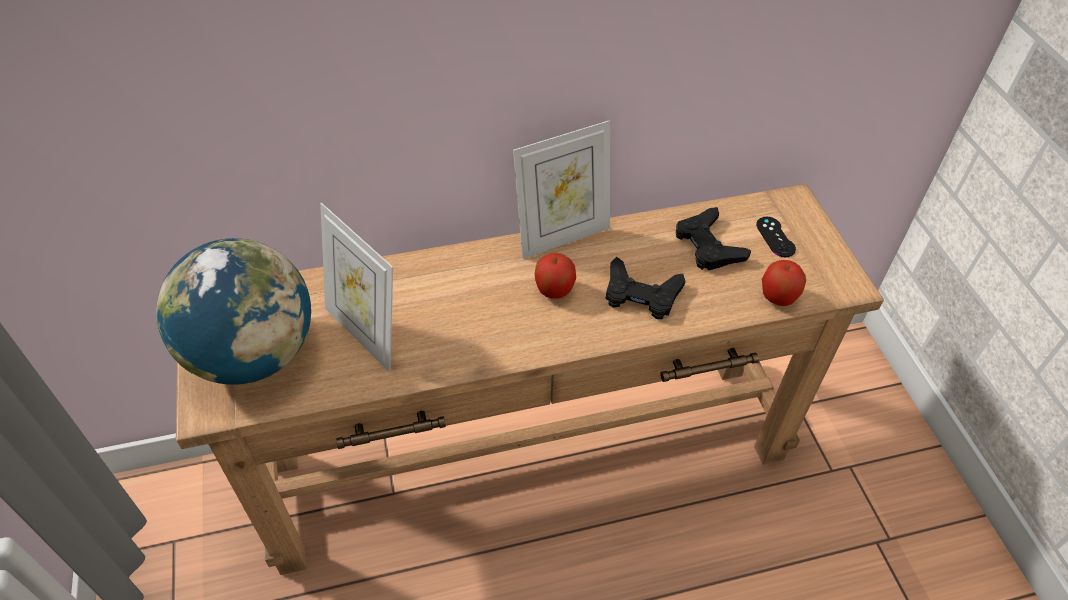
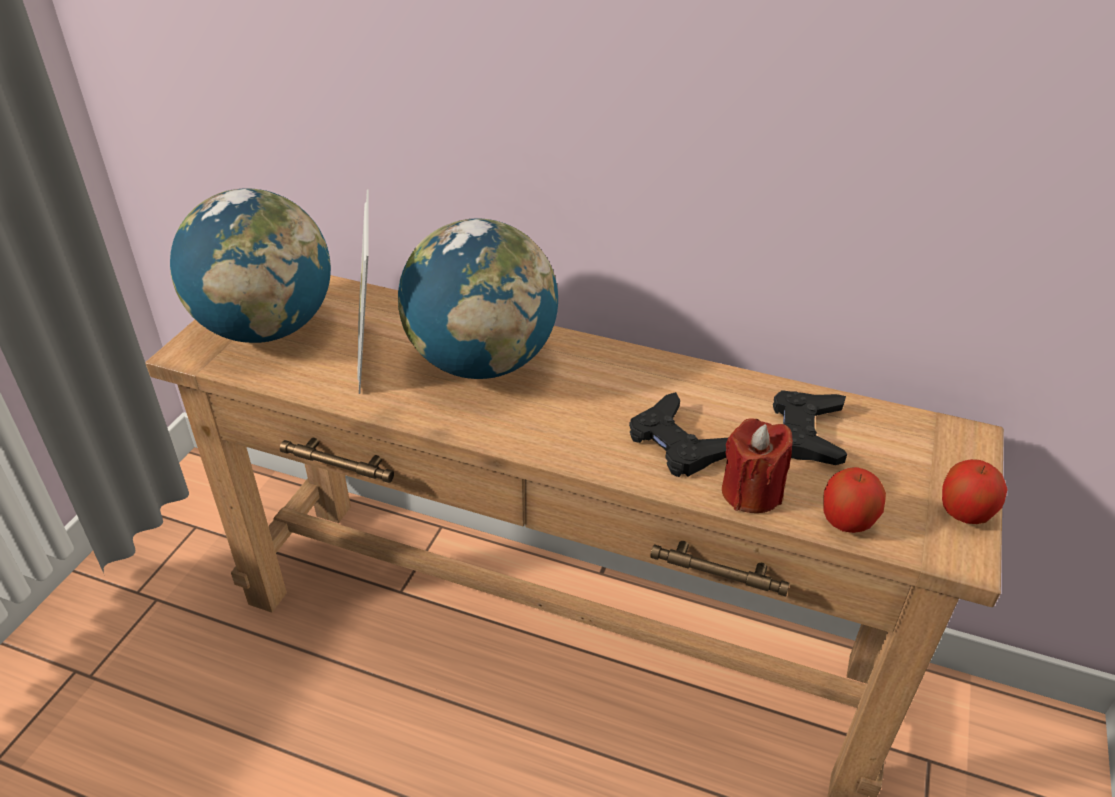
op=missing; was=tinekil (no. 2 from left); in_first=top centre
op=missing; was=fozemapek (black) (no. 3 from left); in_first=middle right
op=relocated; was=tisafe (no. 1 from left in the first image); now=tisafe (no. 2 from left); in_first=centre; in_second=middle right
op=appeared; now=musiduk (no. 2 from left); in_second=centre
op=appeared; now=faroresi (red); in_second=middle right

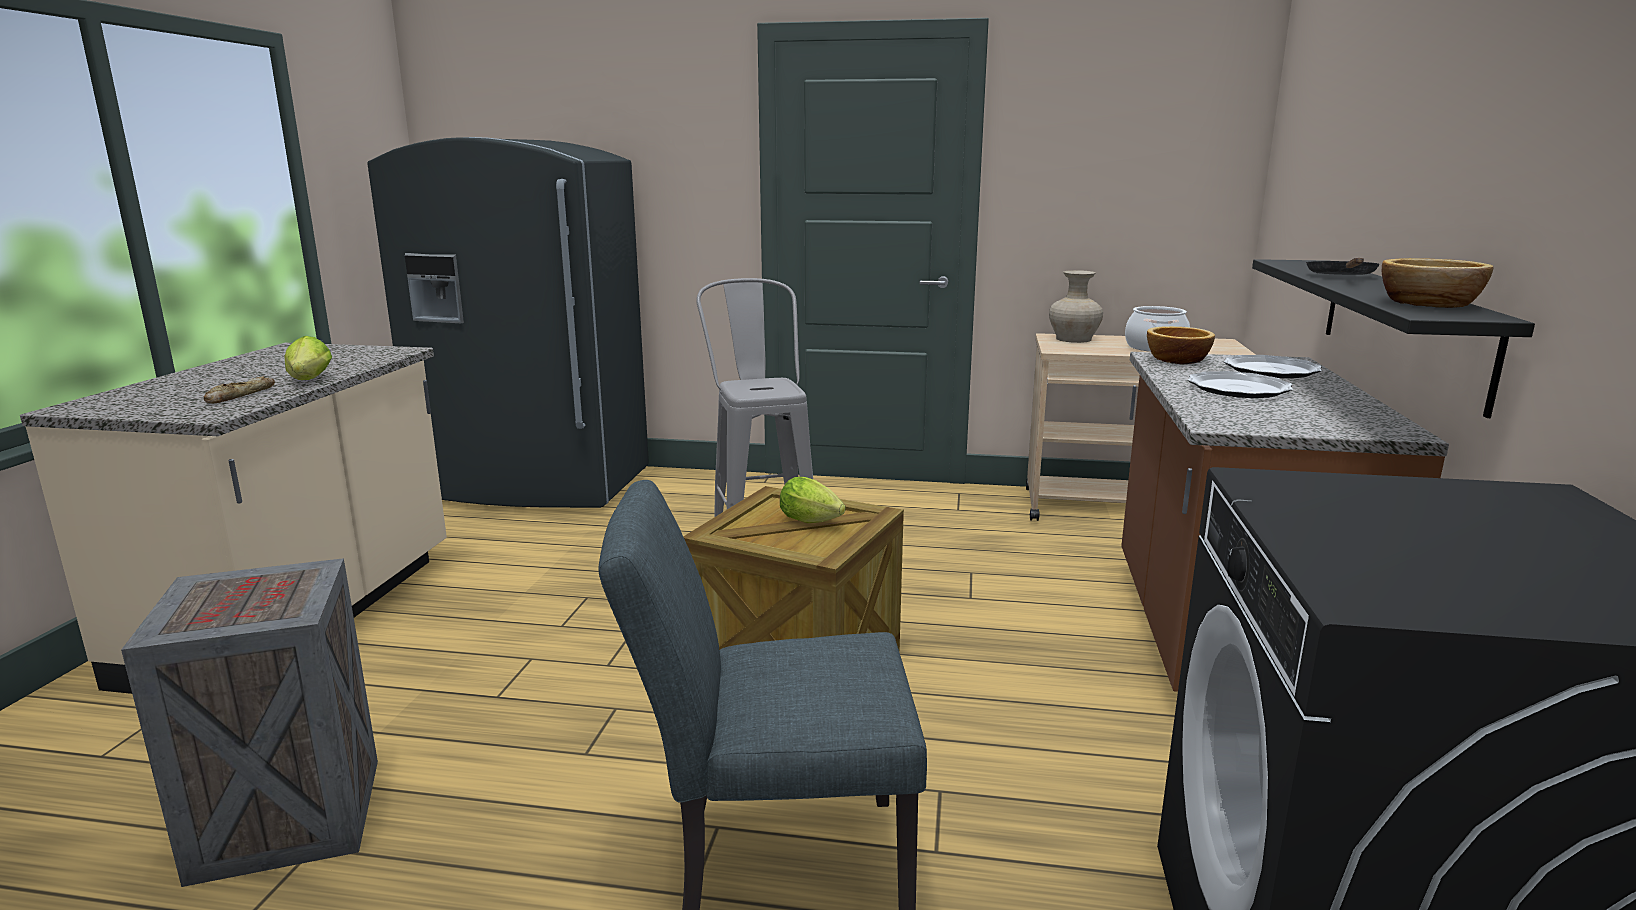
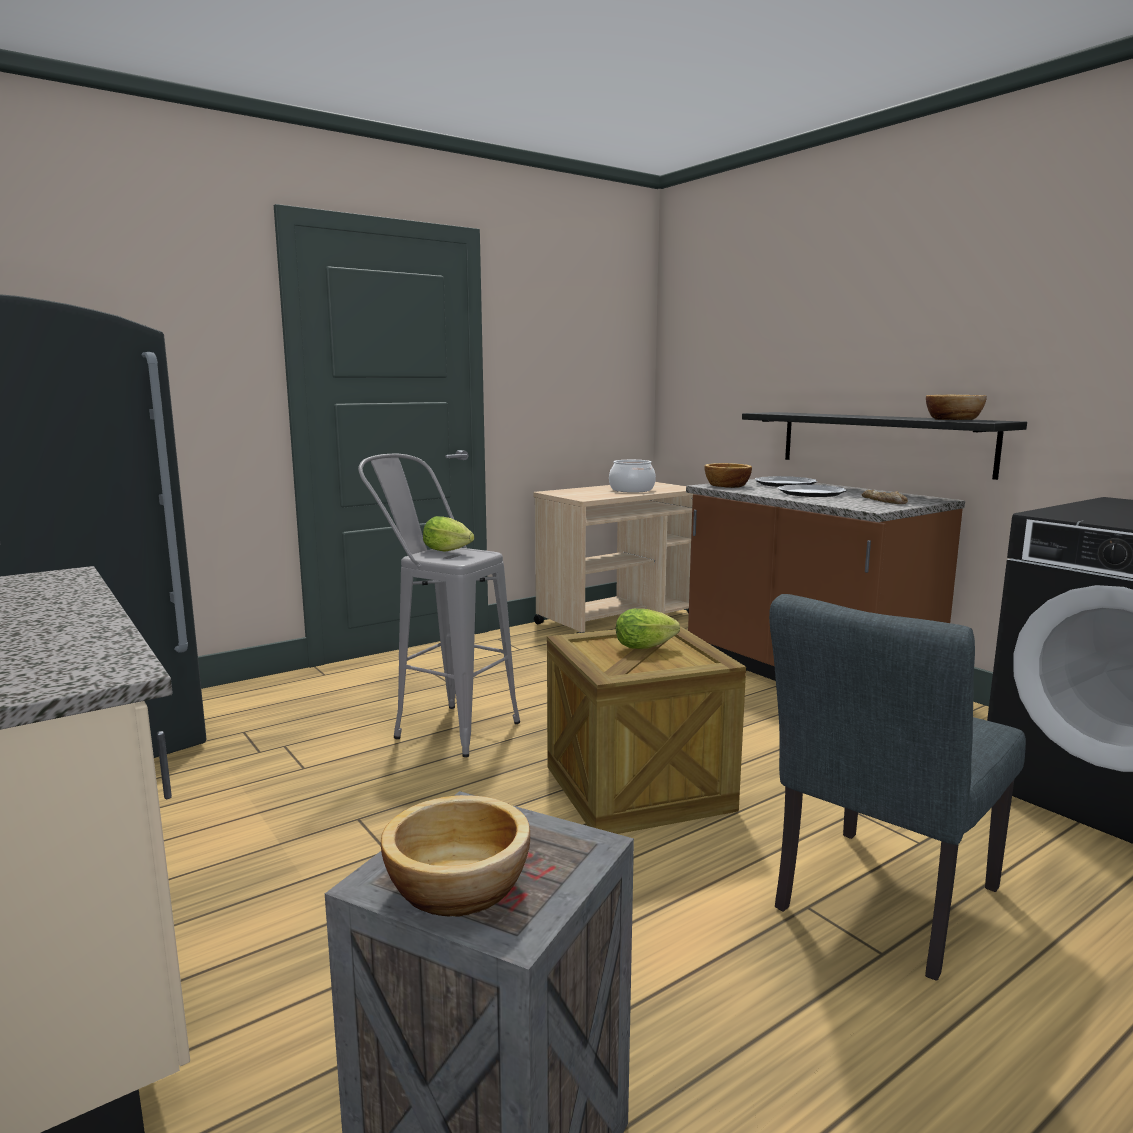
op=missing; was=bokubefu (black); in_first=top right
op=missing; was=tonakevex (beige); in_first=centre
op=relocated; was=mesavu (no. 1 from left); in_first=middle left; in_second=centre
op=relocated; was=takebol; in_first=middle left; in_second=middle right
op=appeared; now=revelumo (no. 1 from left); in_second=bottom centre

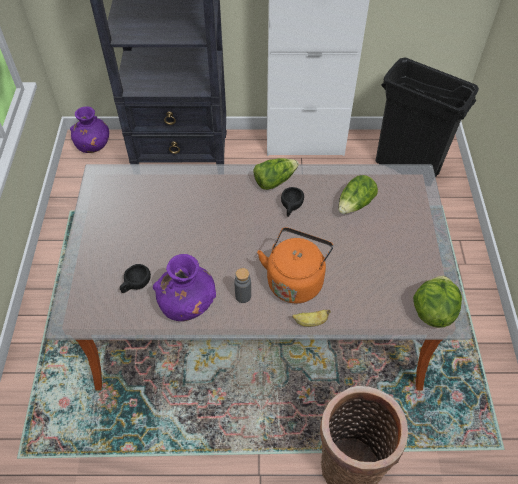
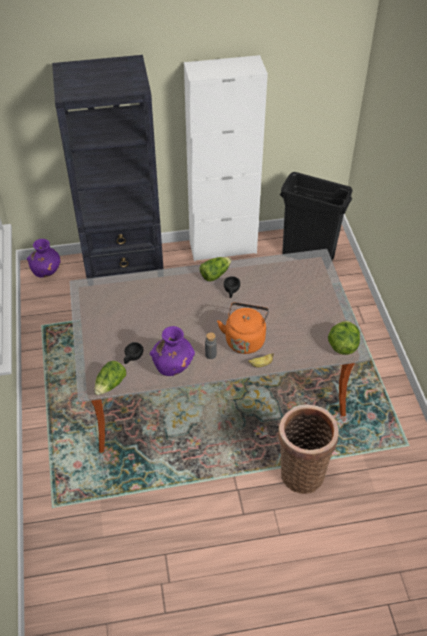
op=relocated; was=mesavu (no. 2 from left in the first image); now=mesavu (no. 1 from left); in_first=middle right; in_second=middle left

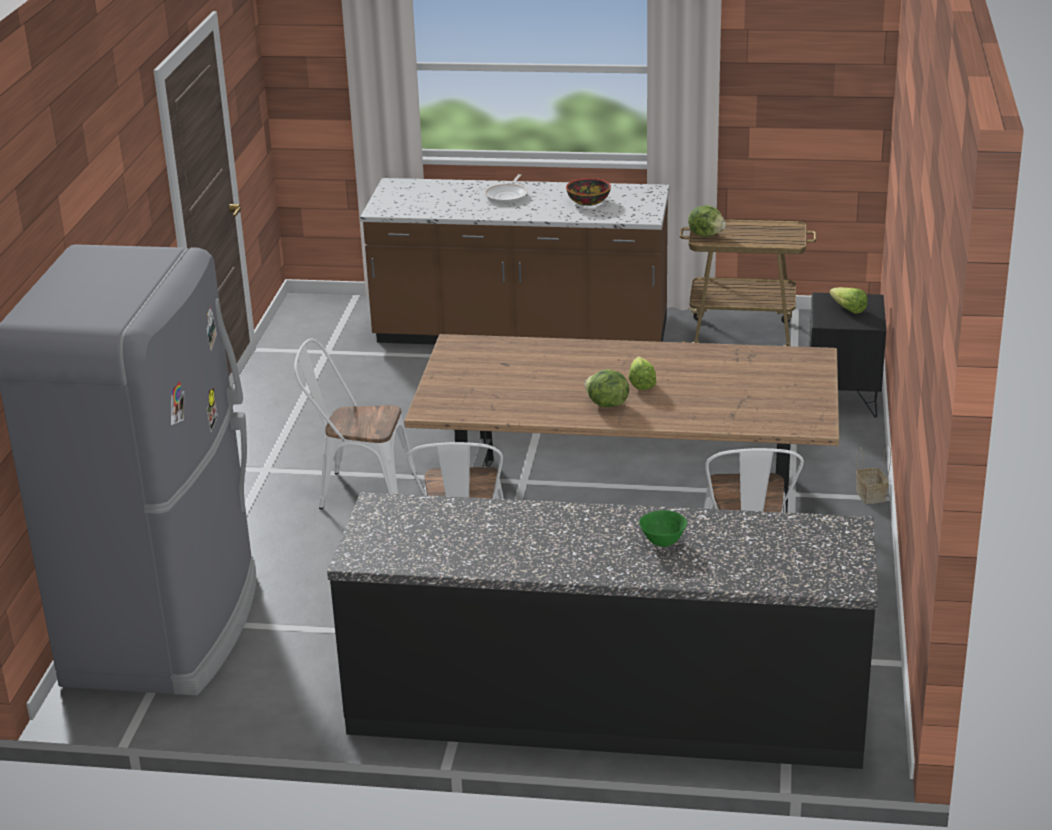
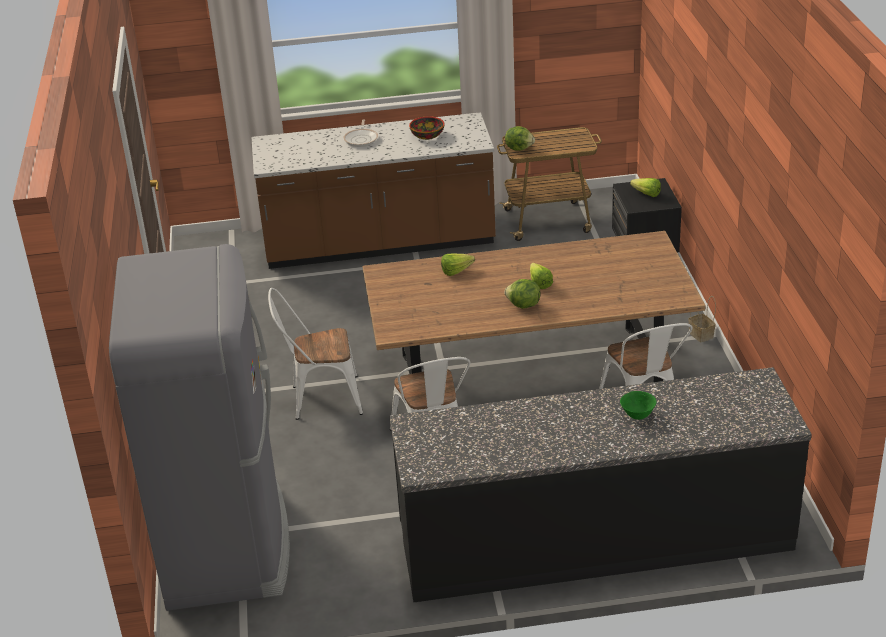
op=appeared; now=mesavu (no. 1 from left); in_second=centre

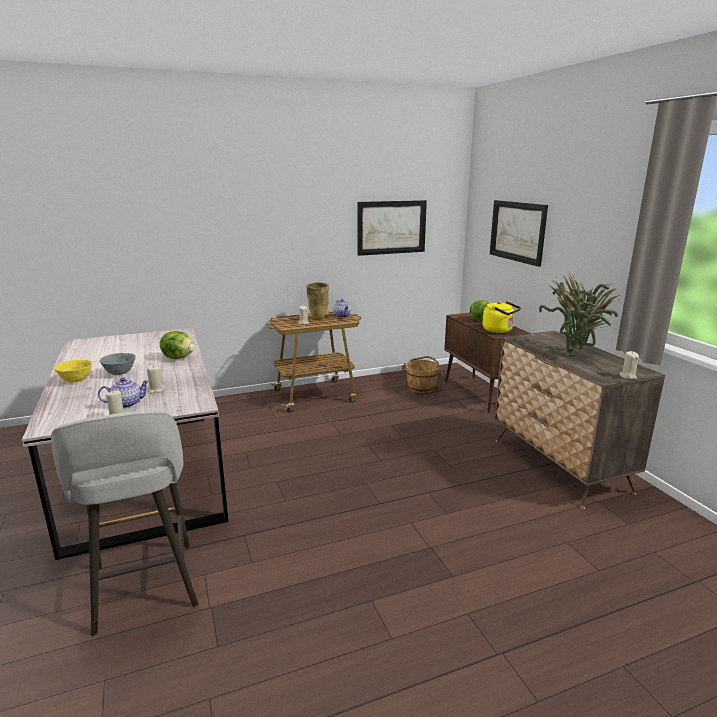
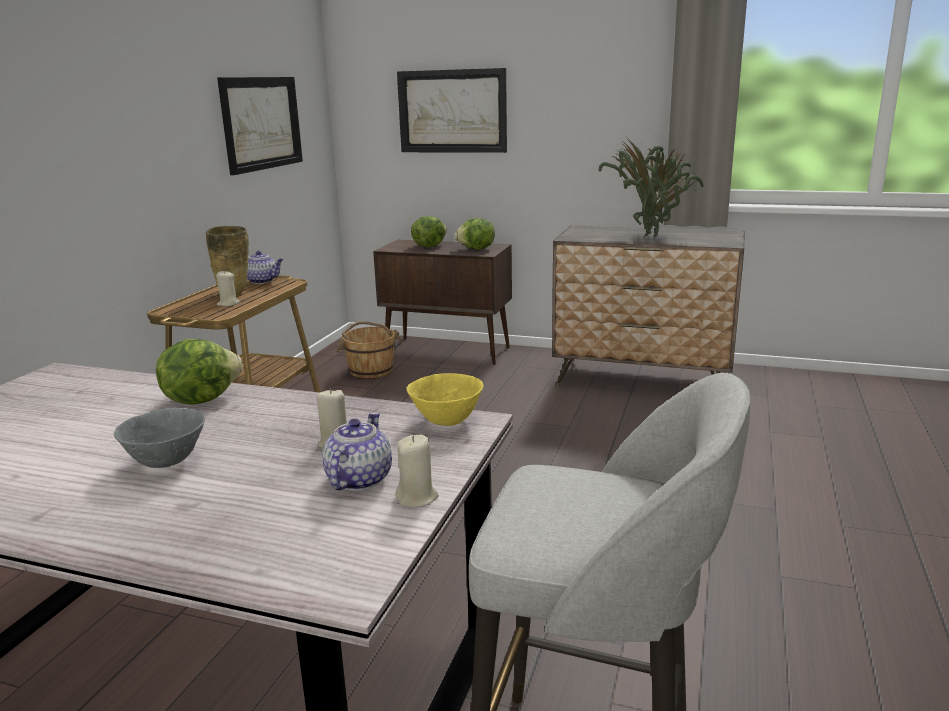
op=exchanged; was=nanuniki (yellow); now=mesavu (no. 3 from left); in_first=middle right; in_second=top centre
op=missing; was=faroresi (beige) (no. 4 from left); in_first=middle right
op=relocated; was=revelumo (yellow); in_first=middle left; in_second=centre

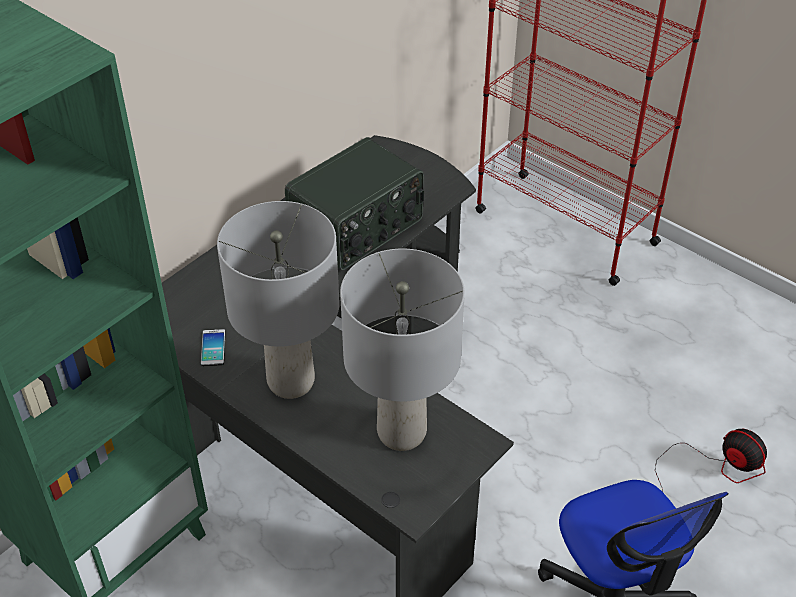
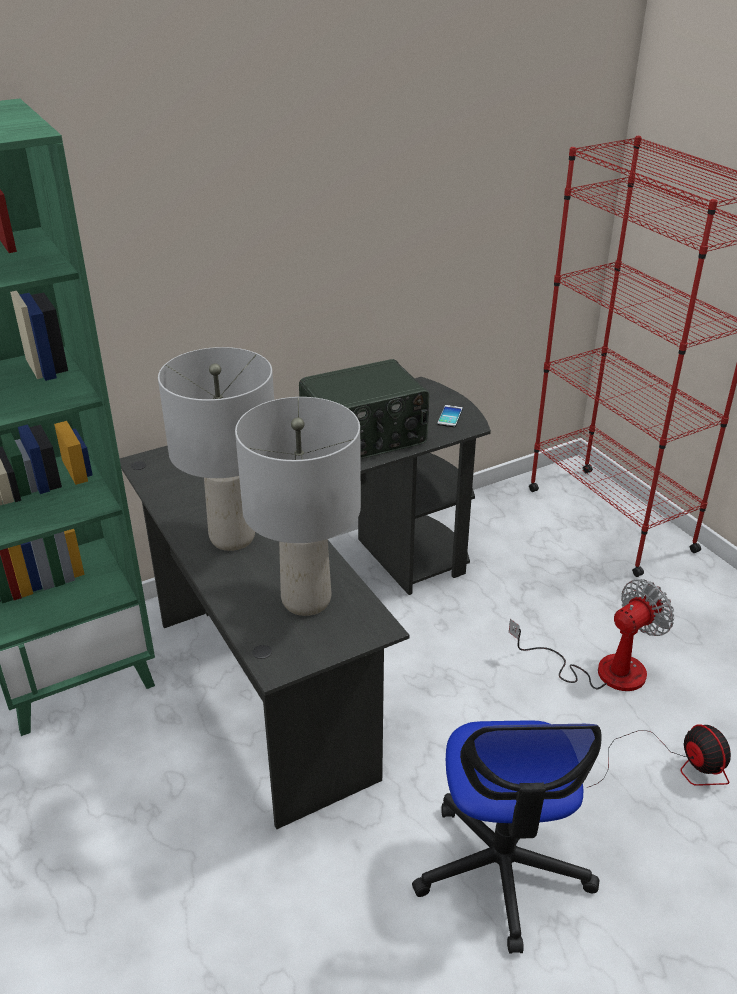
op=relocated; was=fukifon; in_first=middle left; in_second=centre
op=appeared; now=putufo (no. 1 from left); in_second=middle right

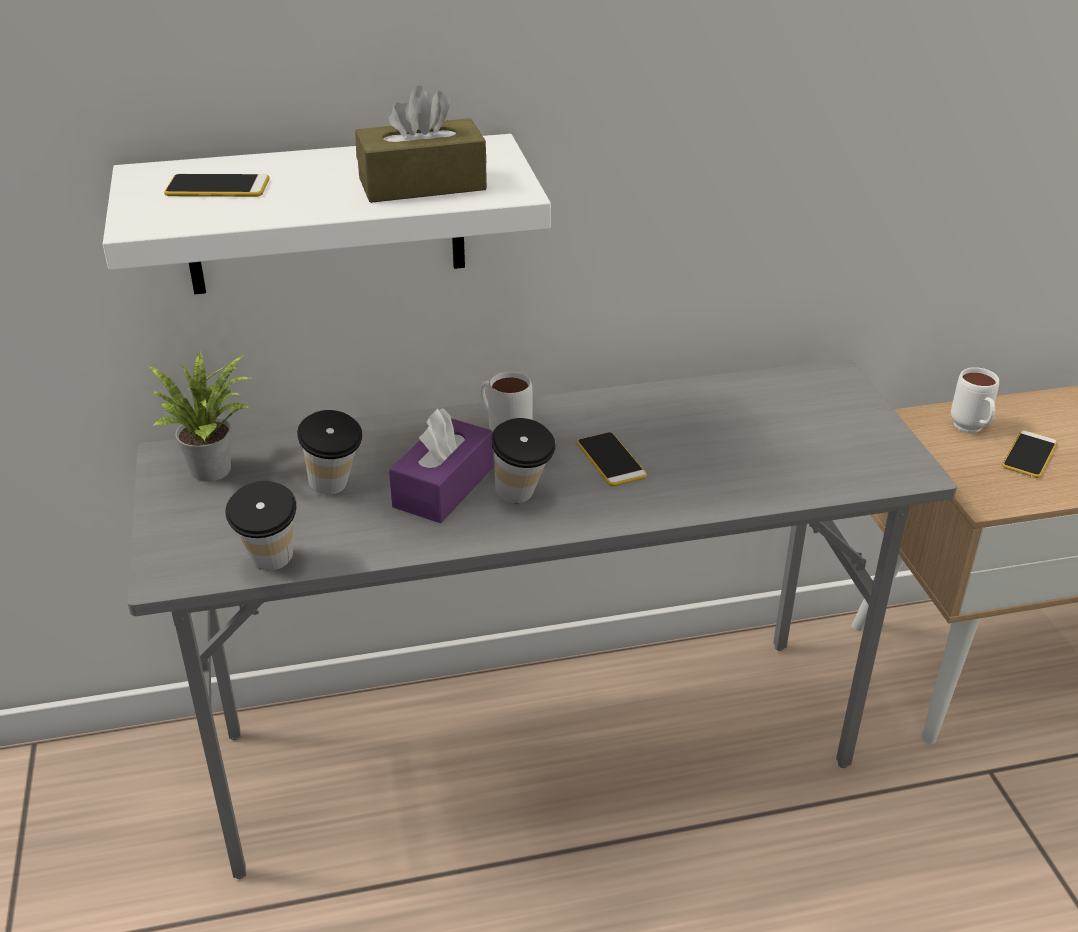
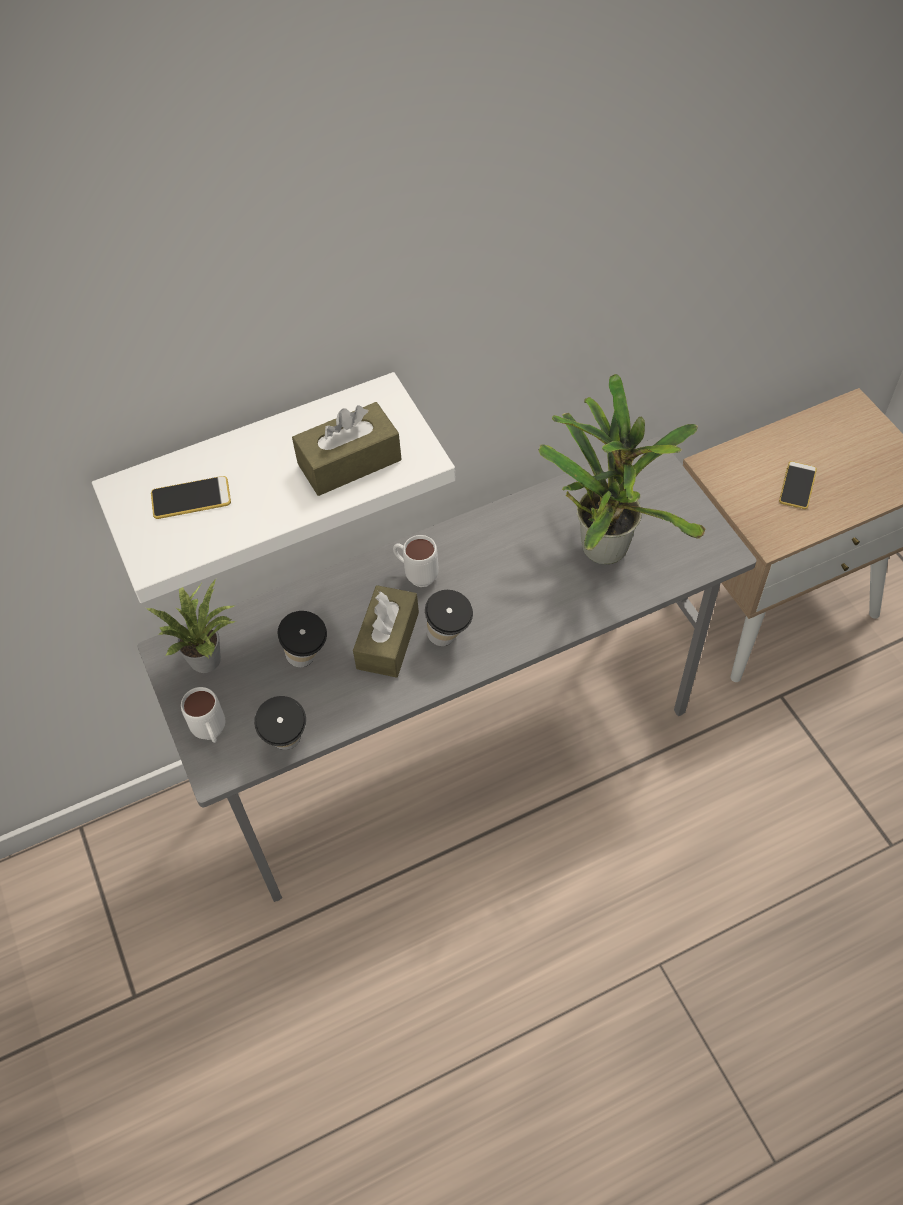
op=relocated; was=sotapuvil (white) (no. 2 from left in the first image); now=sotapuvil (white) (no. 1 from left); in_first=middle right; in_second=middle left
op=colour; was=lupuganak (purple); now=lupuganak (brown) (no. 2 from left); in_first=centre; in_second=centre
op=missing; was=fukifon (no. 2 from left); in_first=centre
op=appeared; now=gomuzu (no. 2 from left); in_second=middle right

